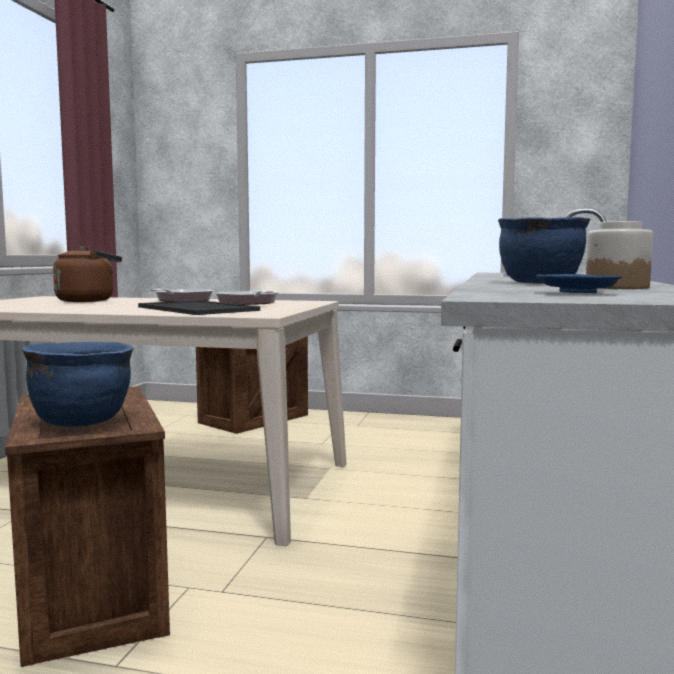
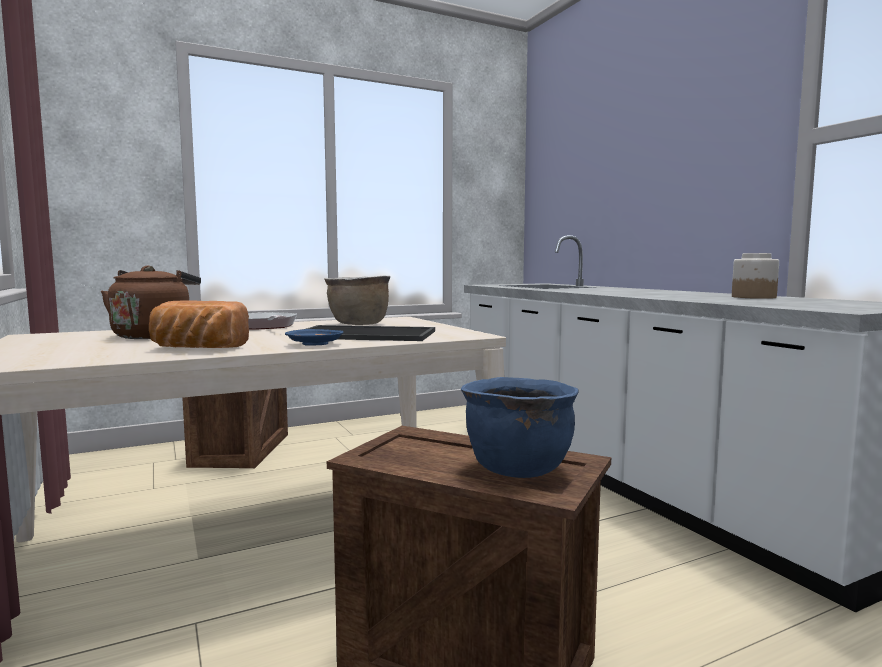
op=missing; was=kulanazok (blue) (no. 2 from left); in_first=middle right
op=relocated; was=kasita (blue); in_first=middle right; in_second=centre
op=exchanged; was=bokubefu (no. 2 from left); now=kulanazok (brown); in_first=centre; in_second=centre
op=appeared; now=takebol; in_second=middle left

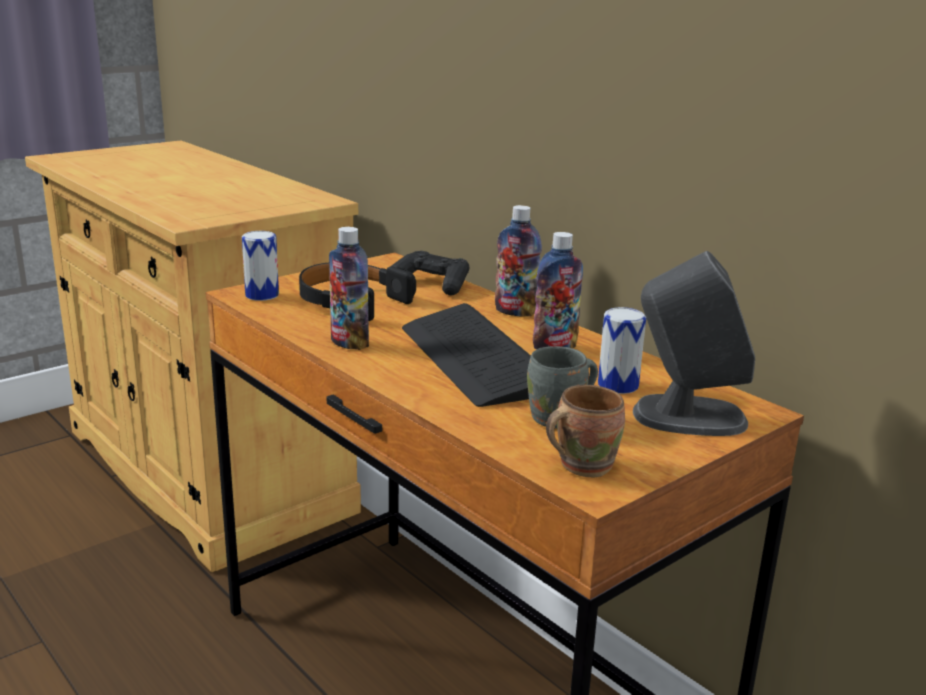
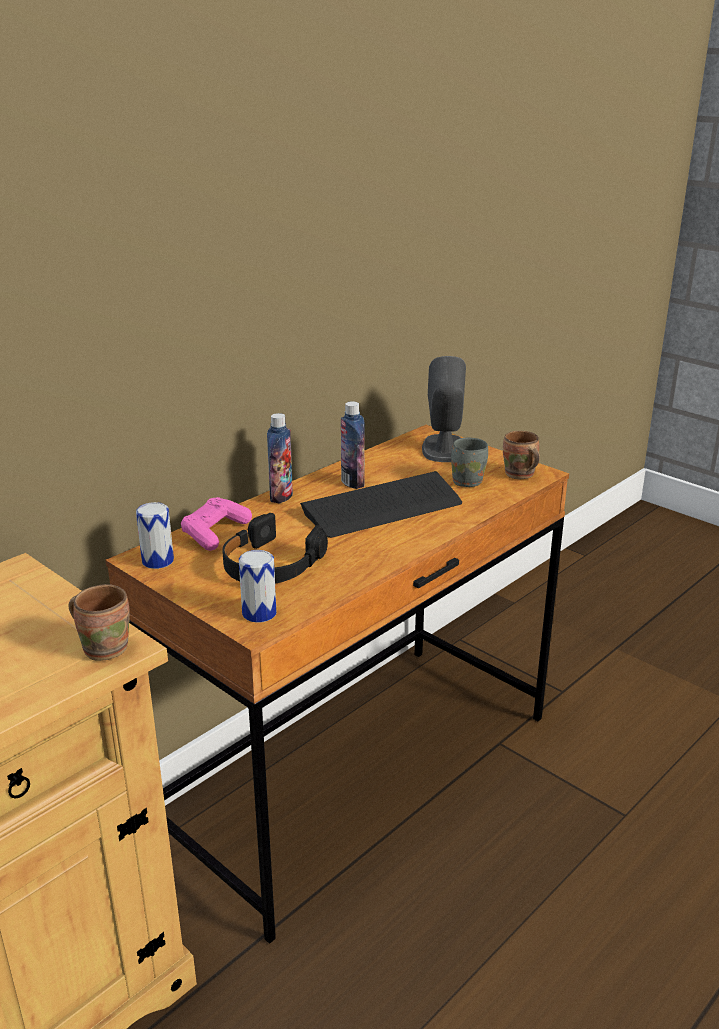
op=missing; was=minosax (no. 1 from left); in_first=centre
op=colour; was=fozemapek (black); now=fozemapek (pink); in_first=centre; in_second=middle left
op=relocated; was=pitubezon (no. 2 from left in the first image); now=pitubezon (no. 1 from left); in_first=middle right; in_second=middle left
op=appeared; now=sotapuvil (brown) (no. 1 from left); in_second=middle left

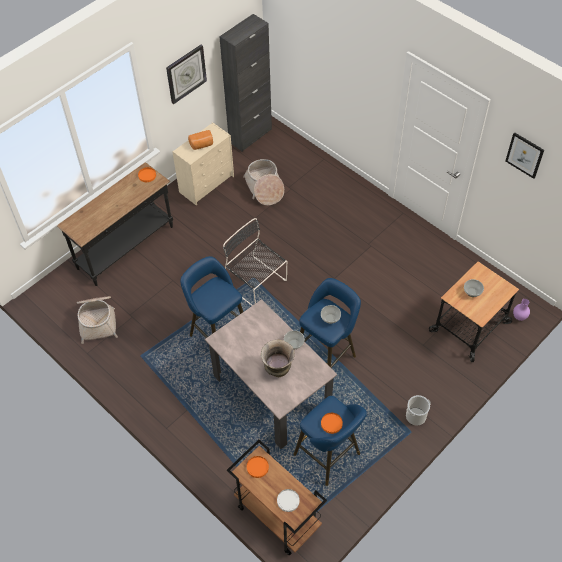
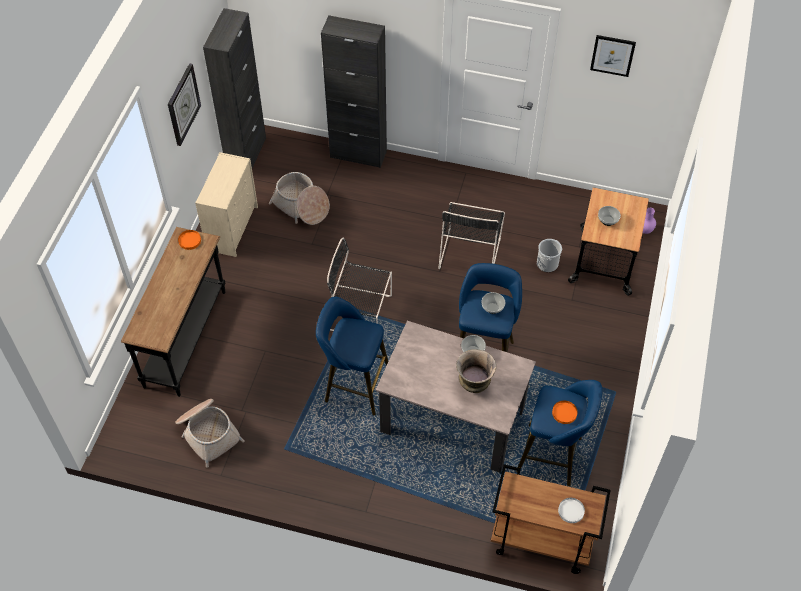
op=missing; was=takebol; in_first=top centre
op=relocated; was=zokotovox; in_first=bottom right; in_second=middle right
op=missing; was=kasita (orange) (no. 2 from left); in_first=bottom centre
op=appeared; now=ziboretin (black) (no. 2 from left); in_second=top centre
op=appeared; now=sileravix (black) (no. 2 from left); in_second=centre

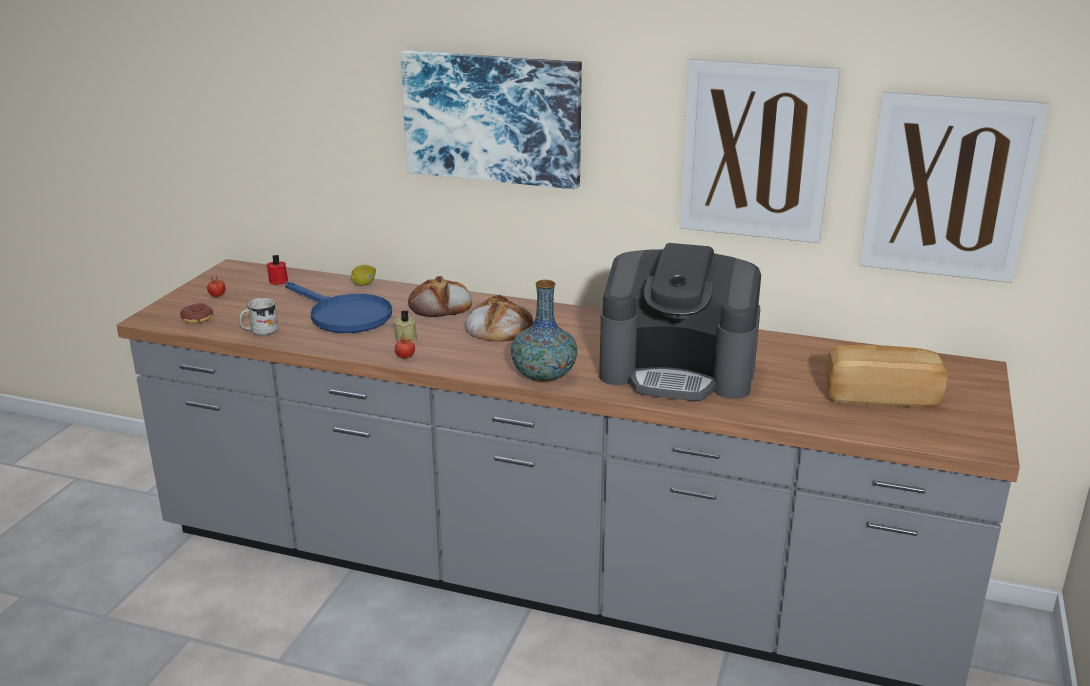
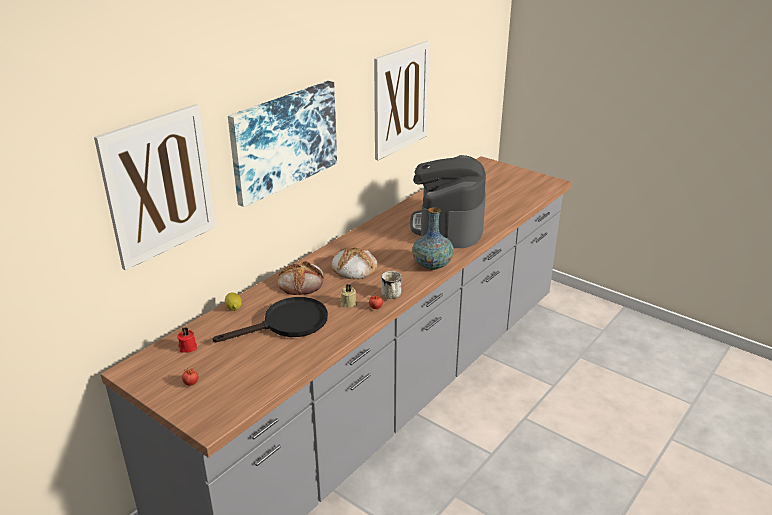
op=relocated; was=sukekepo (no. 3 from left in the first image); now=sukekepo (no. 1 from left); in_first=top right; in_second=middle left
op=spun; was=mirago; in_first=centre; in_second=centre; clockwise=150
op=colour; was=bokubefu (blue); now=bokubefu (black); in_first=middle left; in_second=centre
op=relocated; was=sotapuvil (white); in_first=middle left; in_second=centre
op=missing; was=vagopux; in_first=middle left
op=missing; was=takebol (no. 3 from left); in_first=middle right

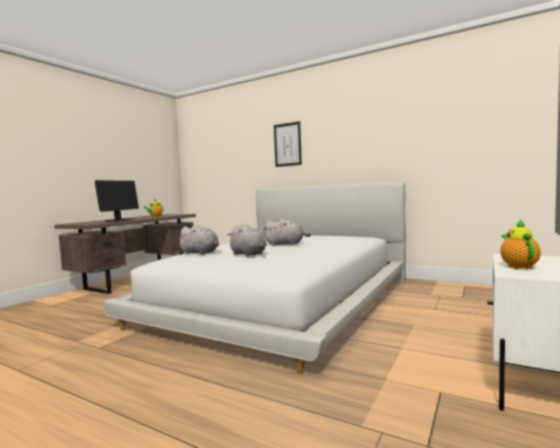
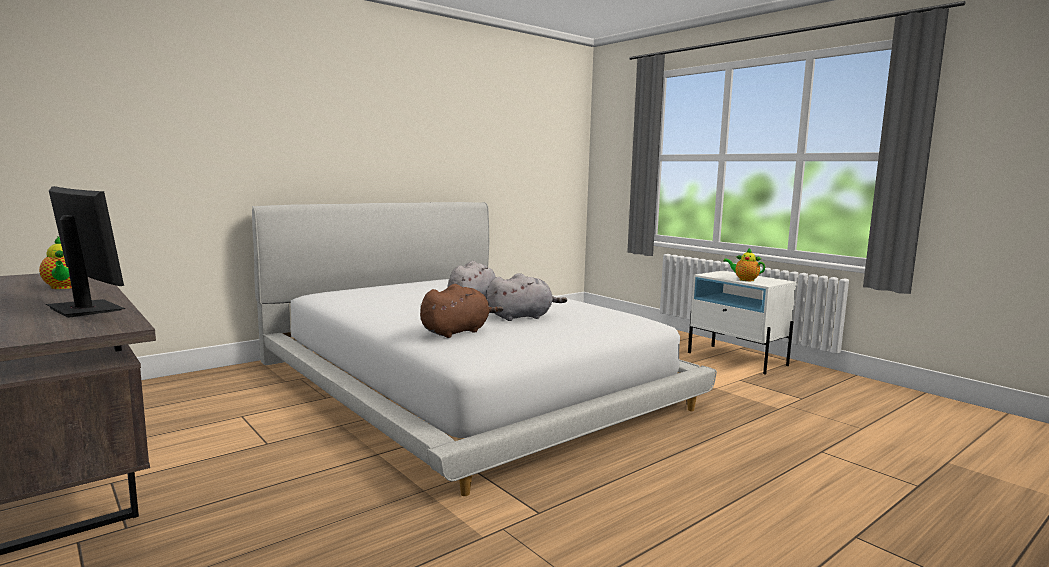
op=missing; was=sukekepo; in_first=top centre
op=colour; was=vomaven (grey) (no. 1 from left); now=vomaven (brown); in_first=centre; in_second=centre

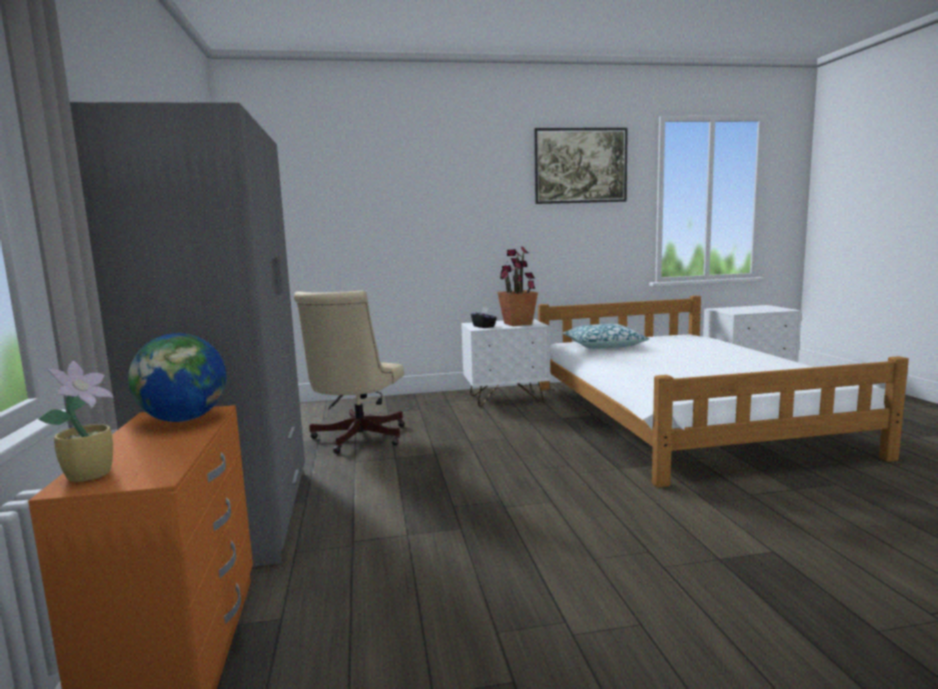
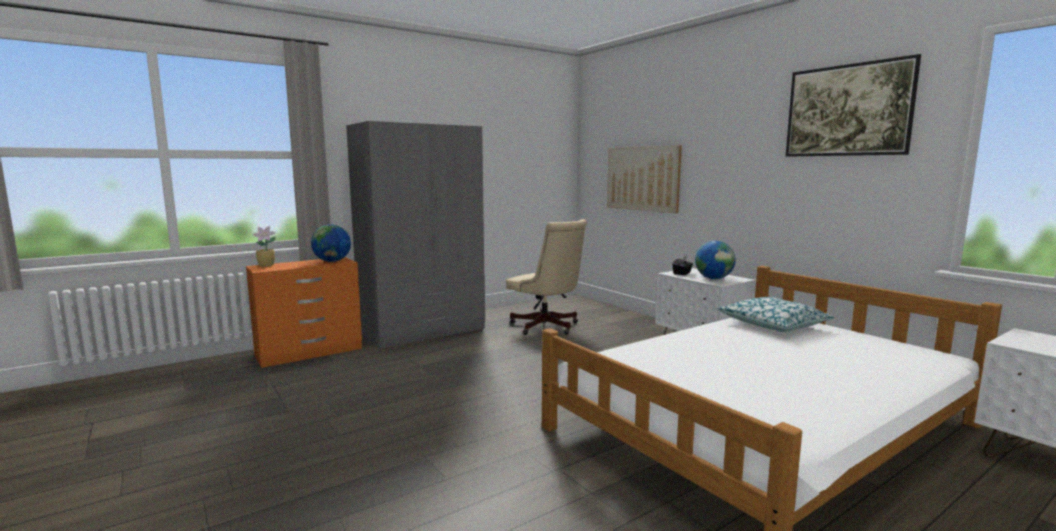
op=exchanged; was=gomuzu (no. 2 from left); now=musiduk (no. 2 from left); in_first=centre; in_second=middle right
op=spun; was=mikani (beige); in_first=centre; in_second=centre; clockwise=-120
op=appeared; now=sukekepo (no. 1 from left); in_second=centre

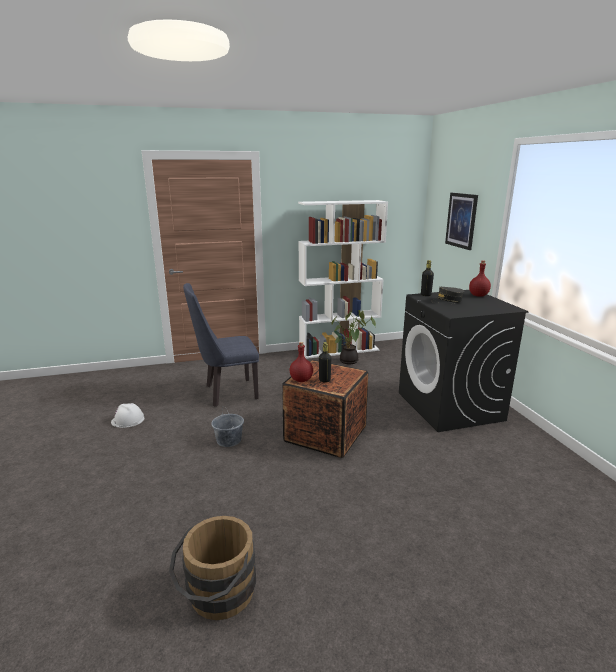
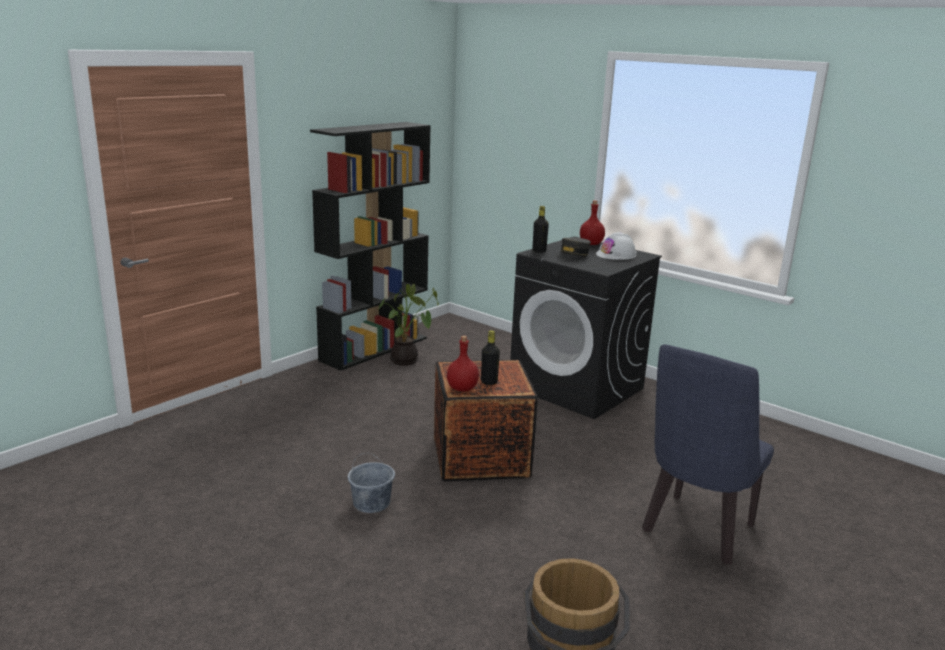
op=missing; was=sukekepo; in_first=top right
op=colour; was=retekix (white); now=retekix (black); in_first=centre; in_second=centre
op=relocated; was=sileravix (blue); in_first=centre; in_second=bottom right
op=relocated; was=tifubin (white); in_first=middle left; in_second=centre

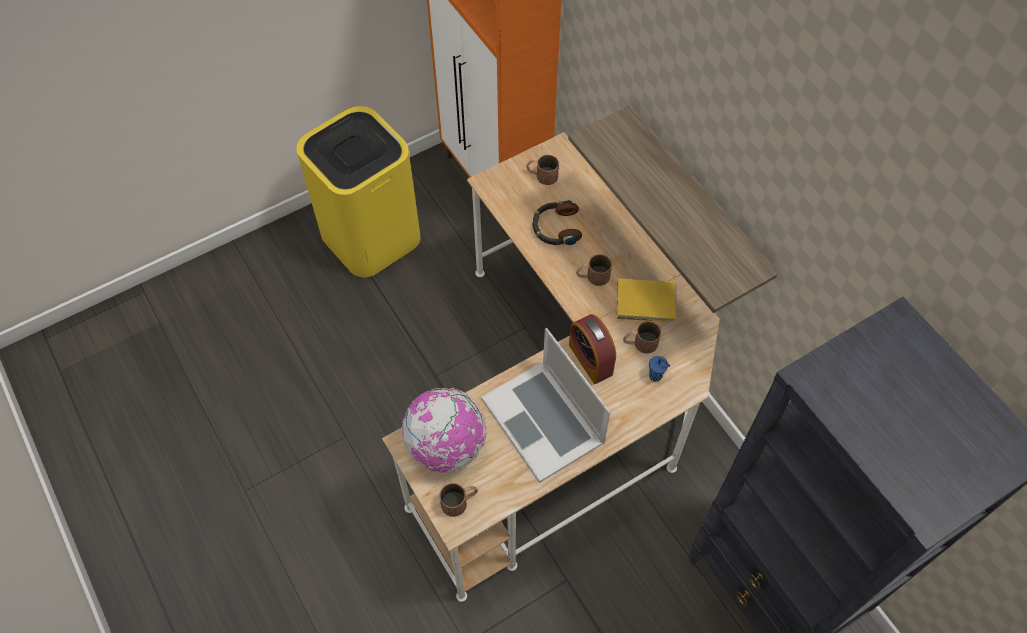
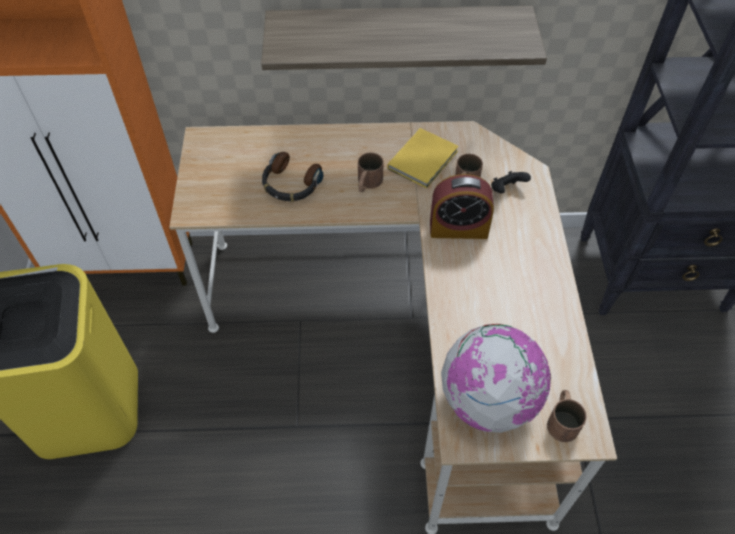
op=missing; was=sotapuvil (brown) (no. 2 from left); in_first=top centre
op=missing; was=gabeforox; in_first=centre
op=exchanged; was=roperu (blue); now=fozemapek (black); in_first=centre; in_second=middle right

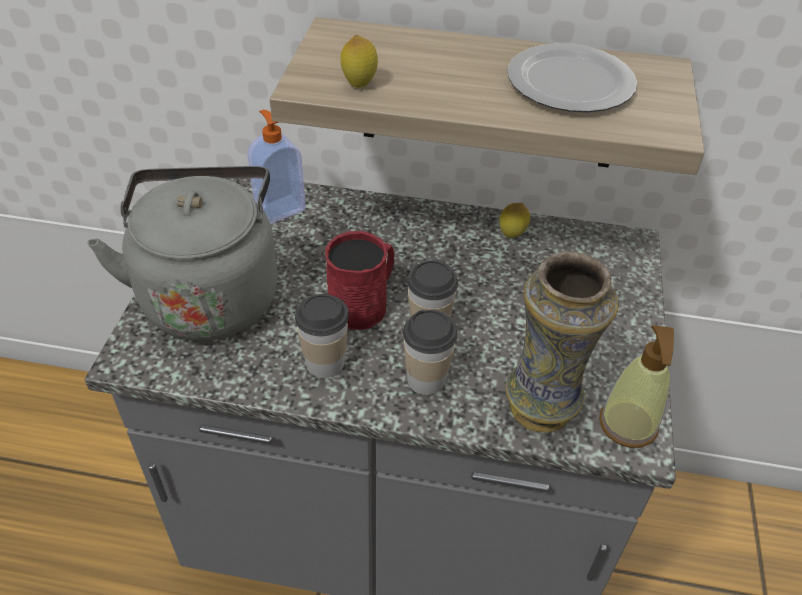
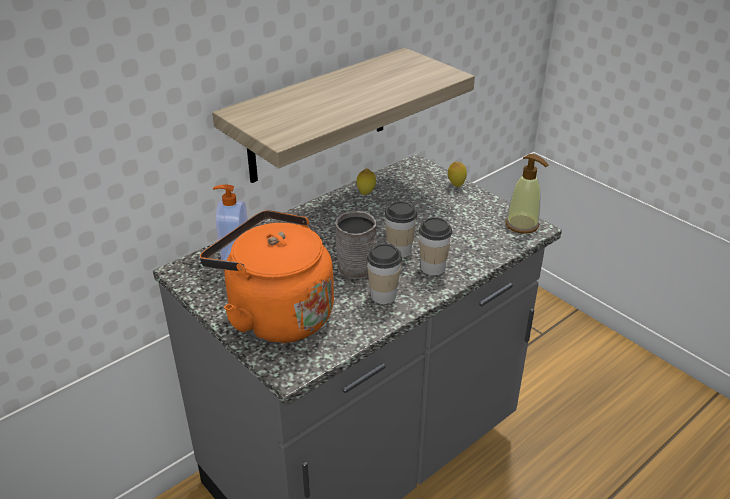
op=relocated; was=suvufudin (no. 1 from left in the first image); now=suvufudin (no. 2 from left); in_first=top centre; in_second=centre
op=missing; was=kasita; in_first=top right
op=colour; was=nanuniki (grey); now=nanuniki (orange); in_first=middle left; in_second=centre
op=colour; was=sotapuvil (red); now=sotapuvil (grey); in_first=centre; in_second=centre
op=missing; was=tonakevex; in_first=middle right

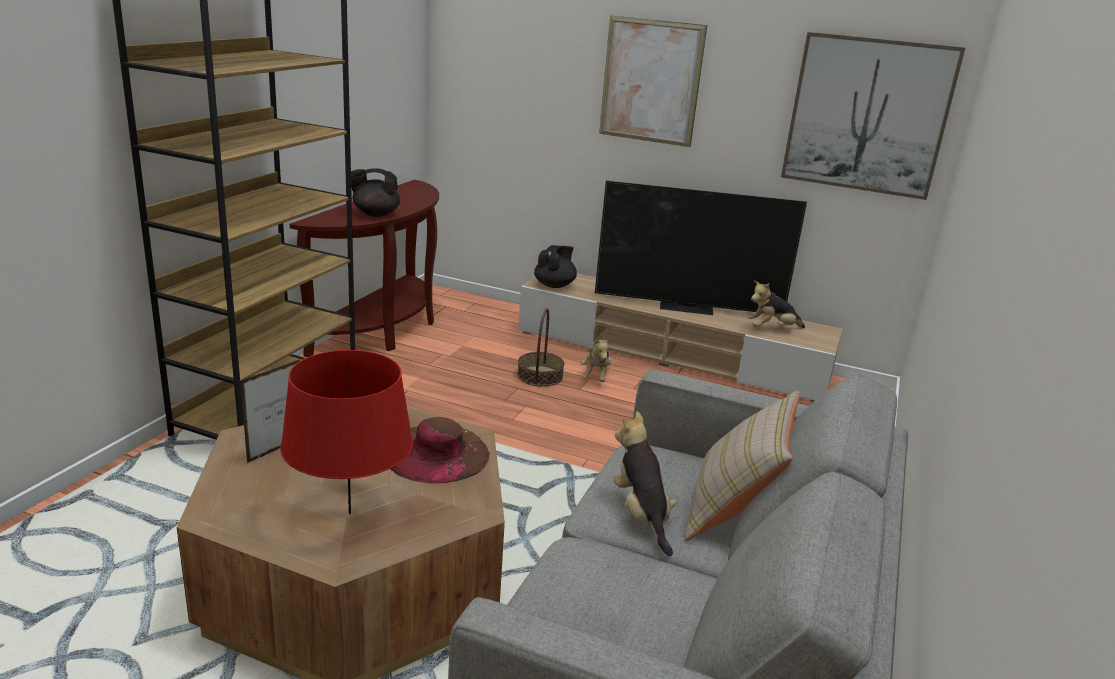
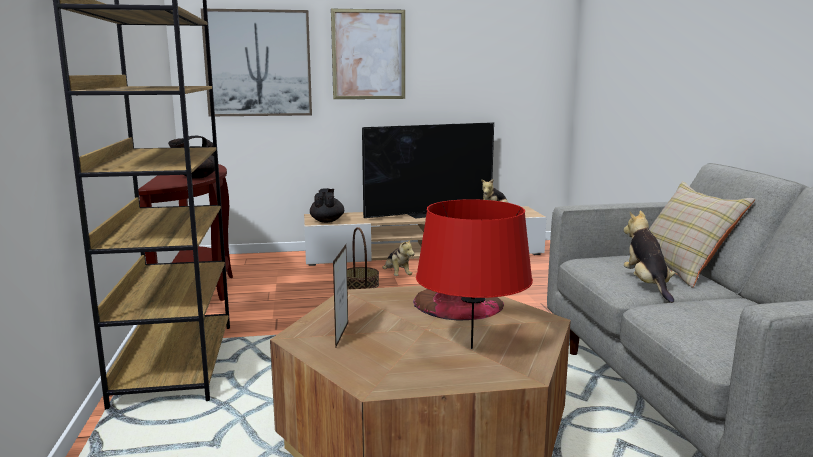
op=relocated; was=sukekepo (no. 2 from left in the first image); now=sukekepo (no. 1 from left); in_first=top right; in_second=top left
op=spun; was=vomaven (no. 2 from left in the first image); in_first=bottom centre; in_second=middle right; clockwise=45

